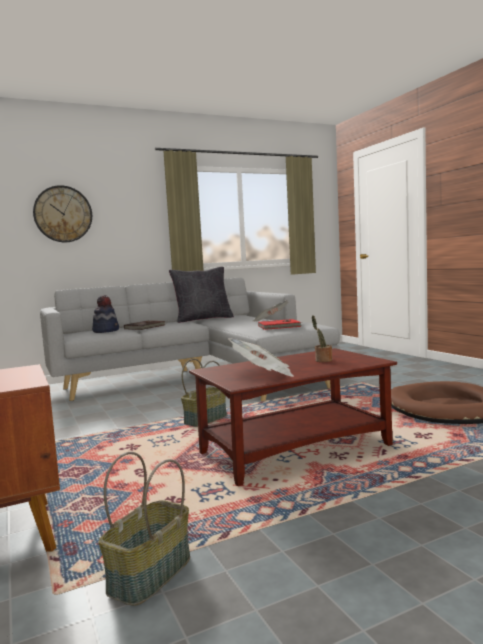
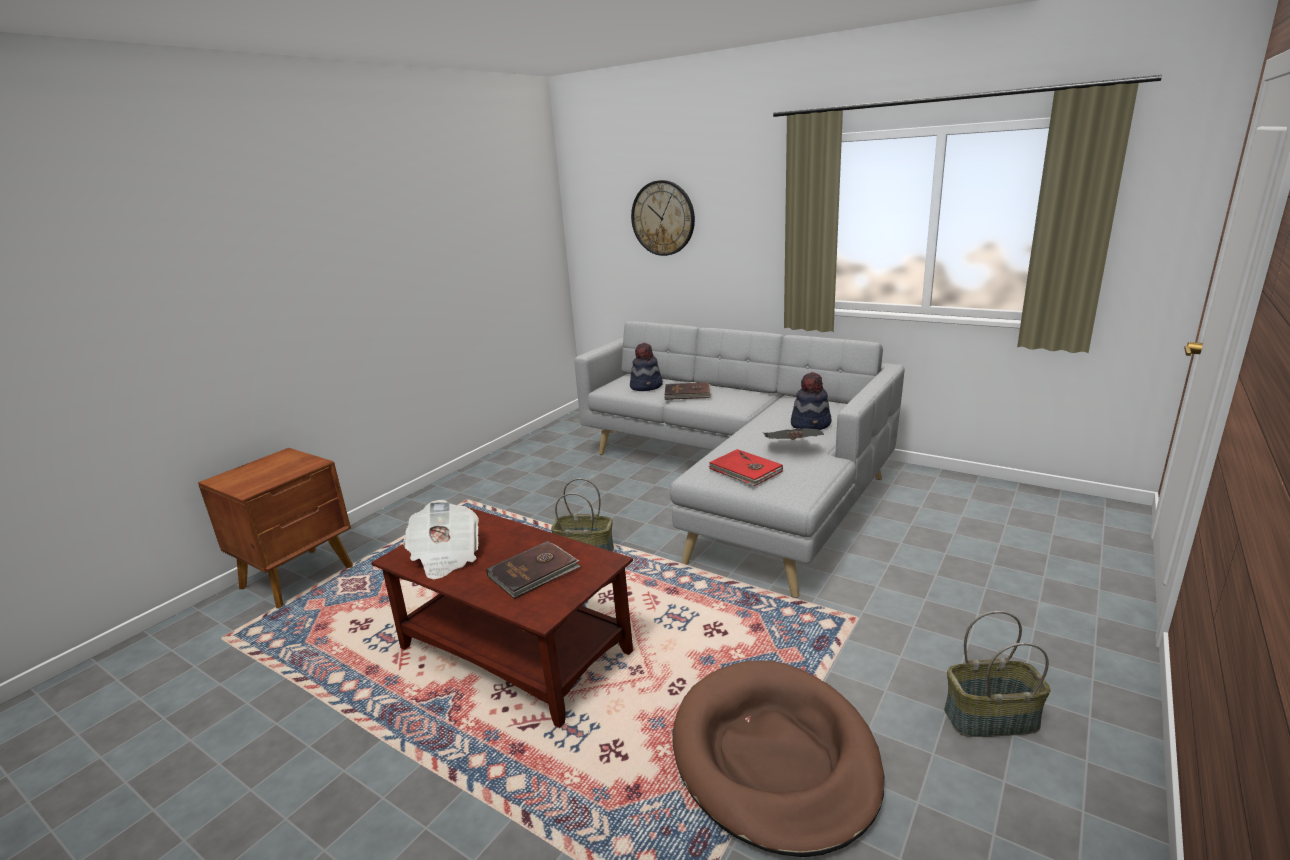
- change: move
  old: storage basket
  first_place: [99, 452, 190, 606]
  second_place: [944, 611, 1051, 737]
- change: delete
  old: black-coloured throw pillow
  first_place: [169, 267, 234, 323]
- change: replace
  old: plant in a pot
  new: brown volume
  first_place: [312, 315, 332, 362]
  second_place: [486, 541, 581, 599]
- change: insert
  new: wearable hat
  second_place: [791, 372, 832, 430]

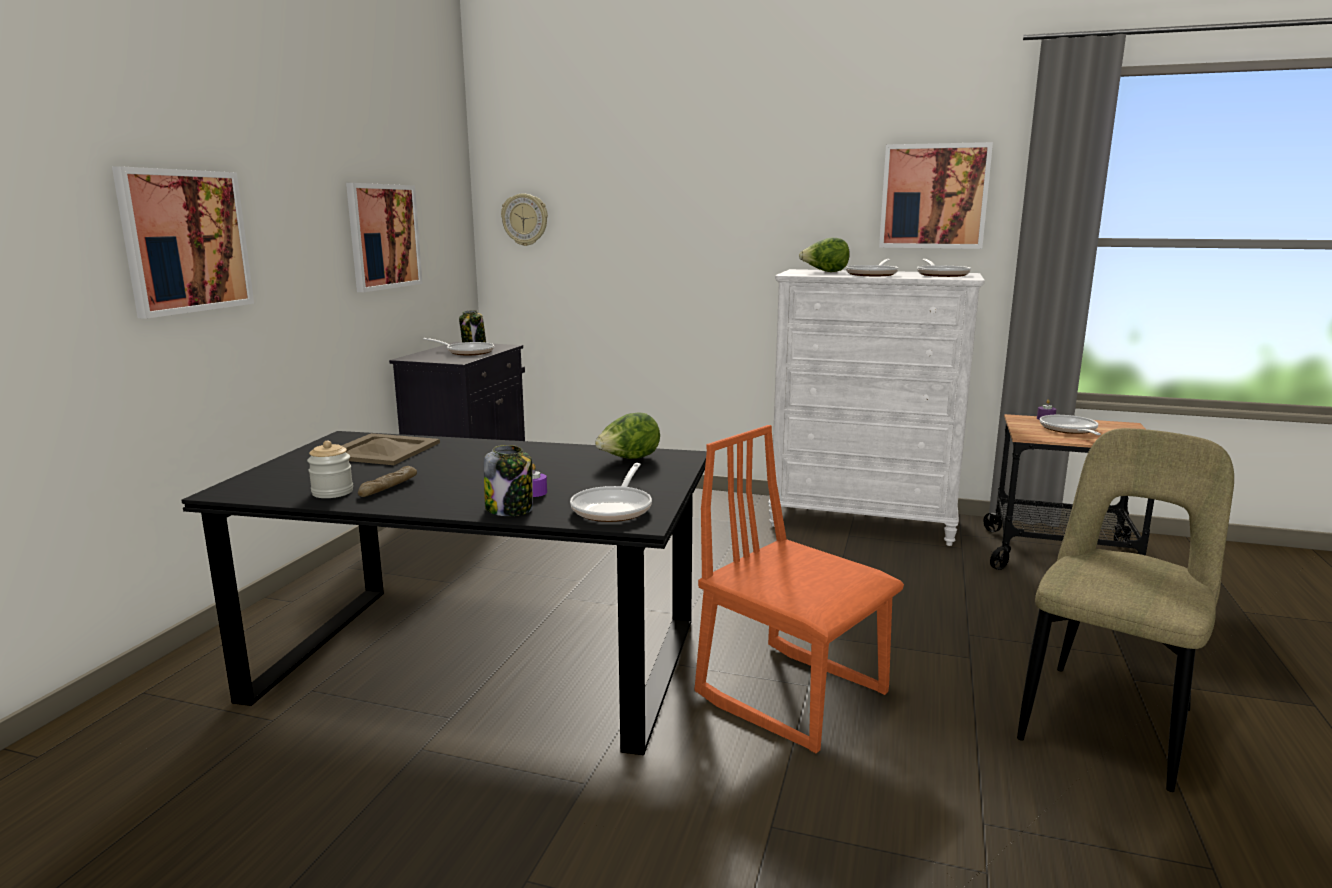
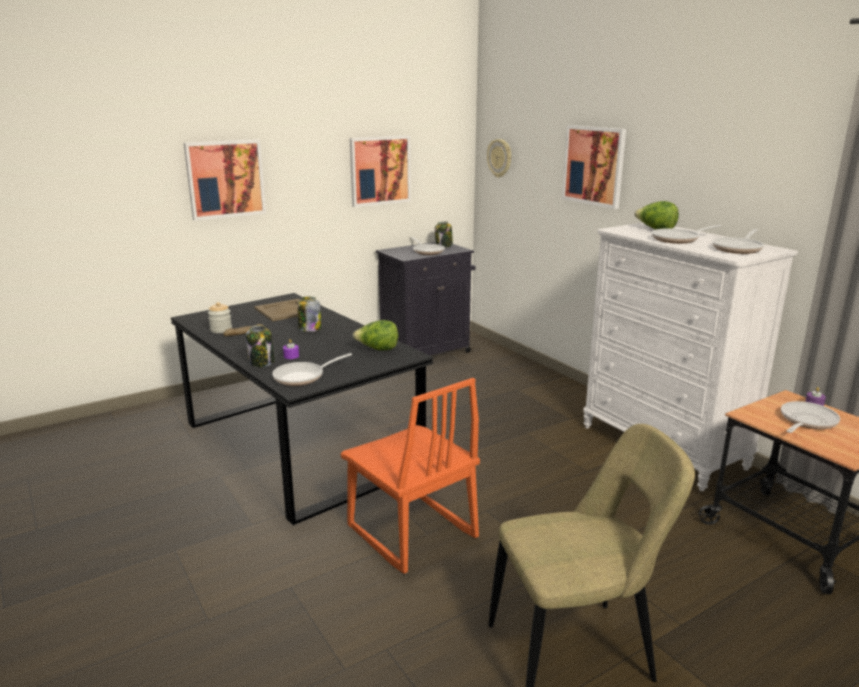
- change: rotate
  old: orange plain chair
  first_place: [695, 425, 904, 753]
  second_place: [341, 378, 480, 574]
  degrees: 150
- change: move
  old: wall art
  first_place: [879, 142, 993, 249]
  second_place: [562, 125, 626, 209]
- change: insert
  new: jar
  second_place: [298, 297, 321, 332]

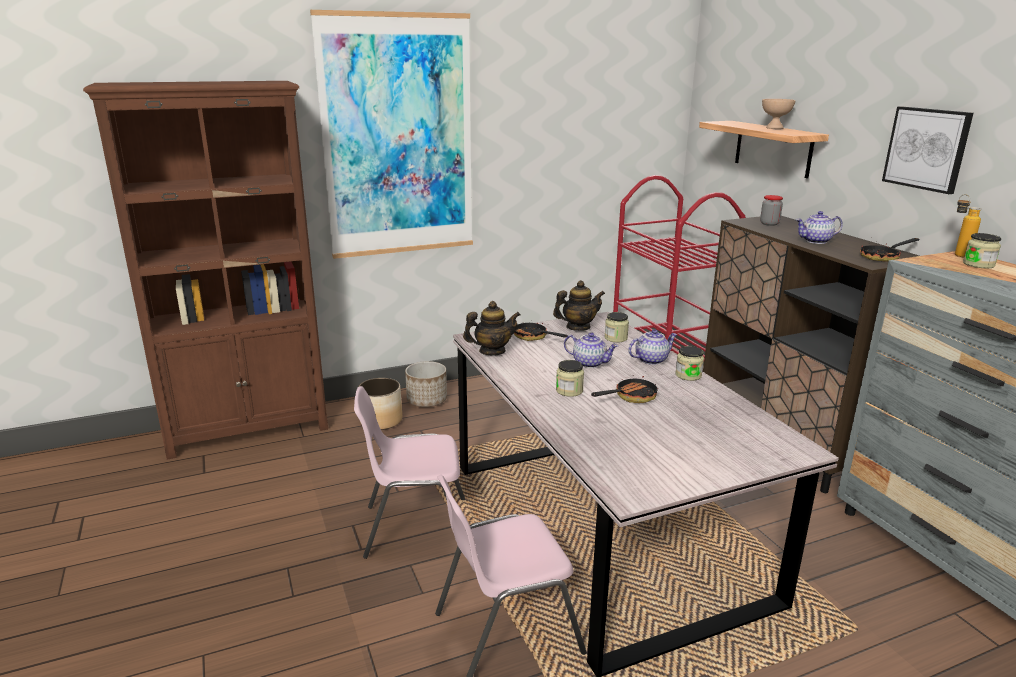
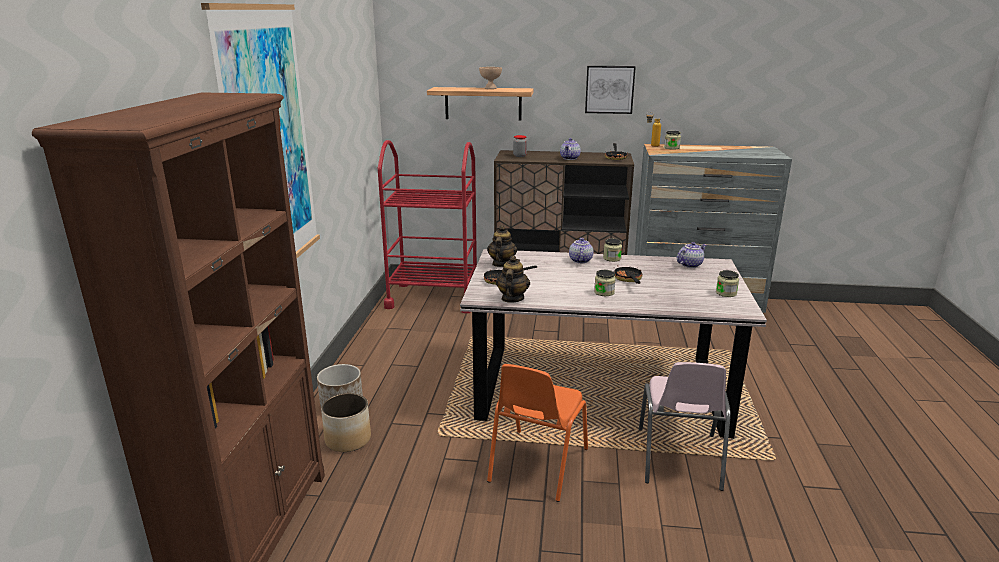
- change: recolor
  old: pinkish plain chair
  new: orange plain chair
  first_place: [354, 386, 465, 559]
  second_place: [487, 364, 588, 502]
- change: move
  old: pot for tea
  first_place: [564, 332, 618, 368]
  second_place: [677, 242, 706, 268]
- change: move
  old: jar
  first_place: [605, 312, 629, 342]
  second_place: [716, 270, 739, 297]

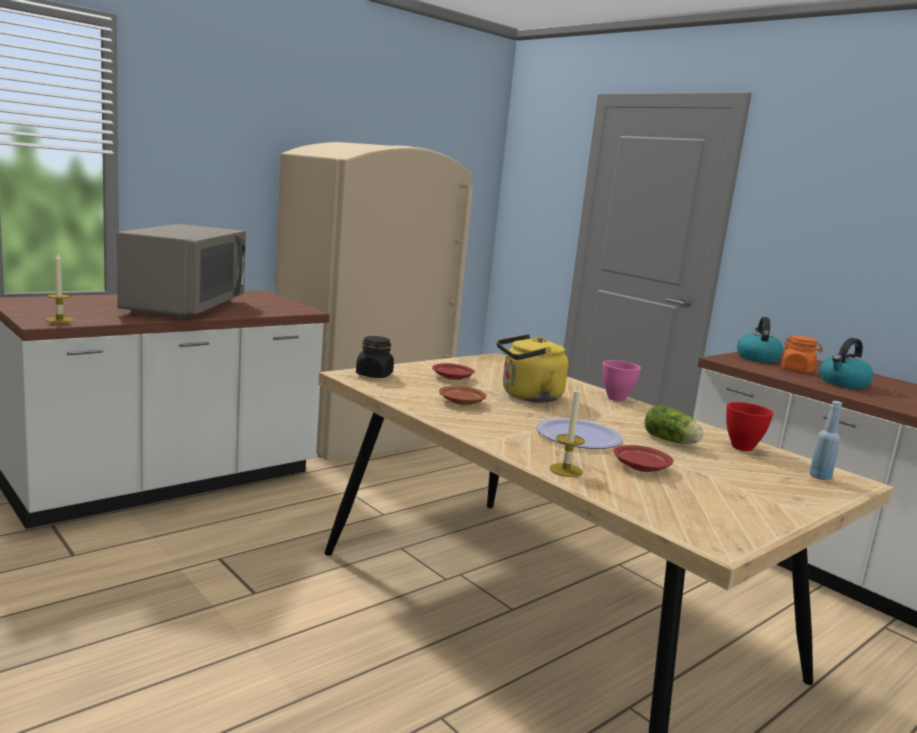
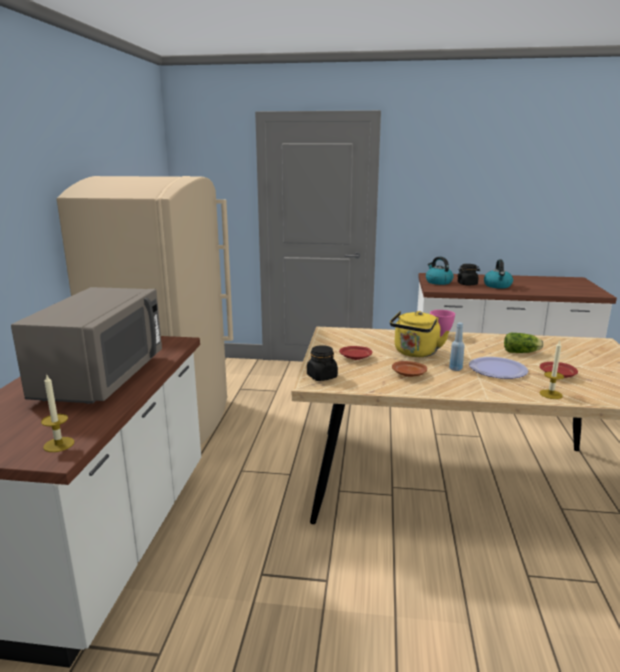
- change: rotate
  old: grey microwave oven
  first_place: [117, 224, 246, 319]
  second_place: [11, 287, 162, 404]
  degrees: 45
- change: delete
  old: red deep dish
  first_place: [726, 402, 773, 451]
- change: recolor
  old: orange jar
  new: black-coloured jar
  first_place: [781, 336, 823, 373]
  second_place: [457, 264, 480, 286]
- change: move
  old: blue-coloured bottle
  first_place: [809, 401, 842, 480]
  second_place: [449, 323, 465, 371]

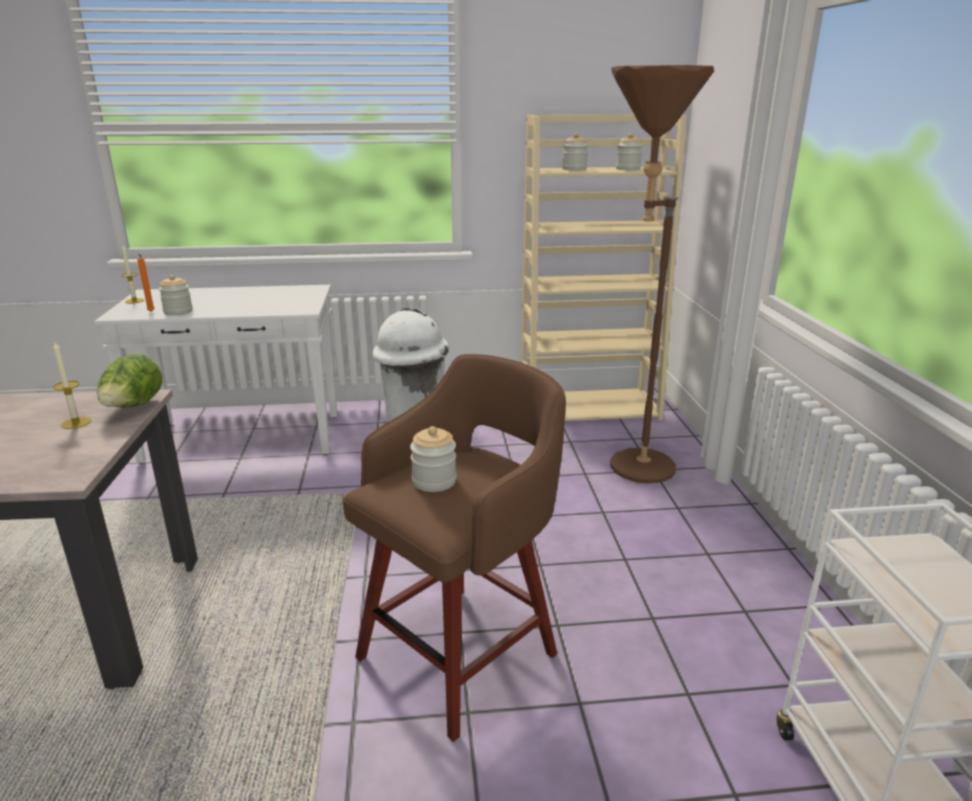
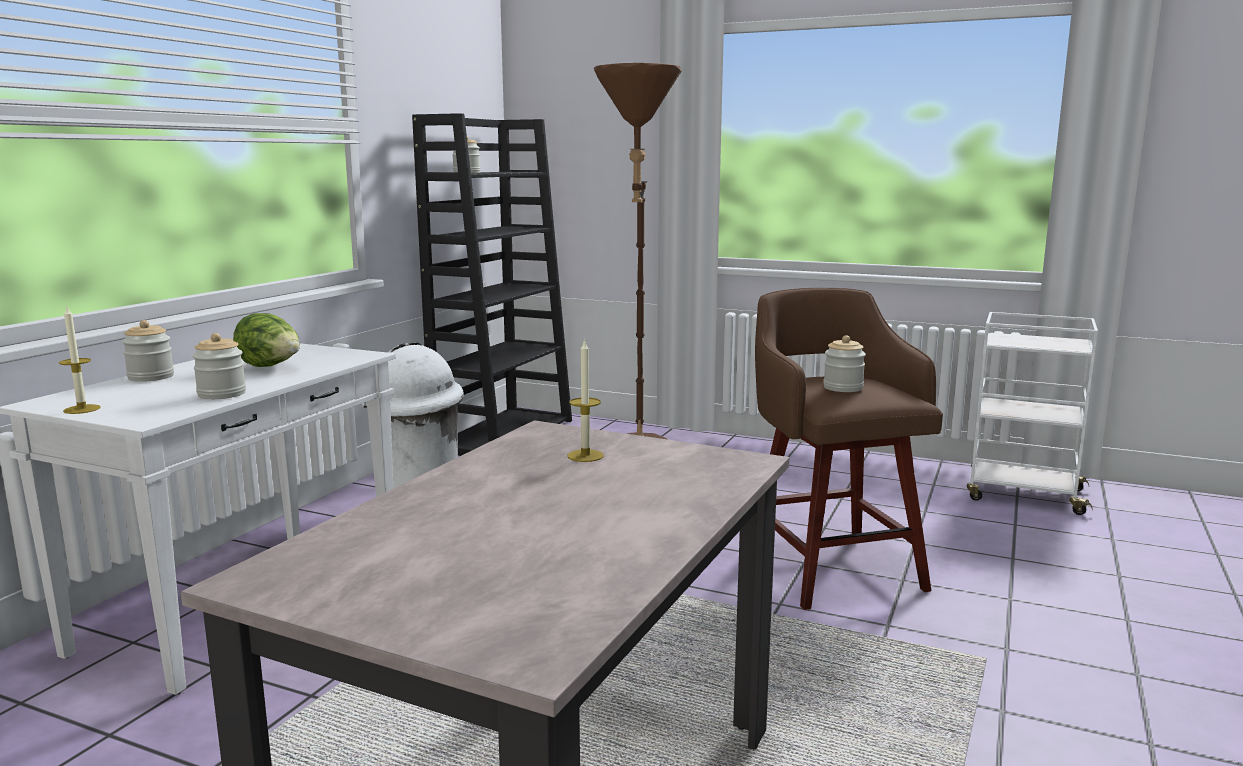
- change: move
  old: lettuce head
  first_place: [97, 354, 162, 408]
  second_place: [233, 313, 300, 367]
- change: delete
  old: orange candle
  first_place: [137, 254, 155, 312]
- change: recolor
  old: beige-coloured bookcase
  new: black-coloured bookcase
  first_place: [521, 115, 687, 421]
  second_place: [412, 113, 572, 456]
- change: move
  old: jar
  first_place: [616, 133, 643, 170]
  second_place: [122, 320, 174, 382]

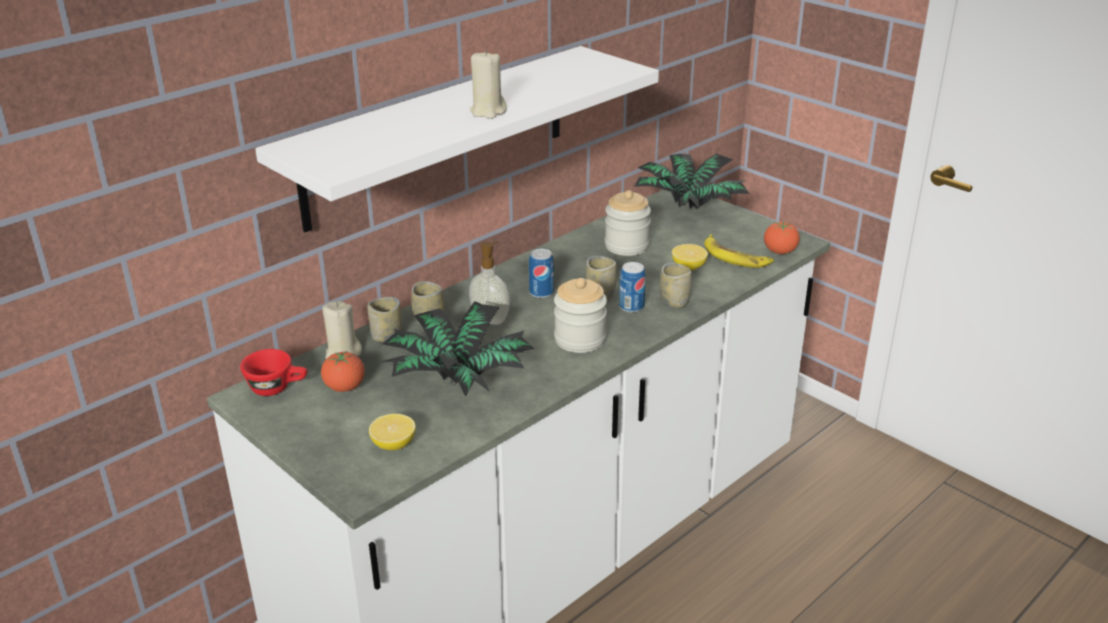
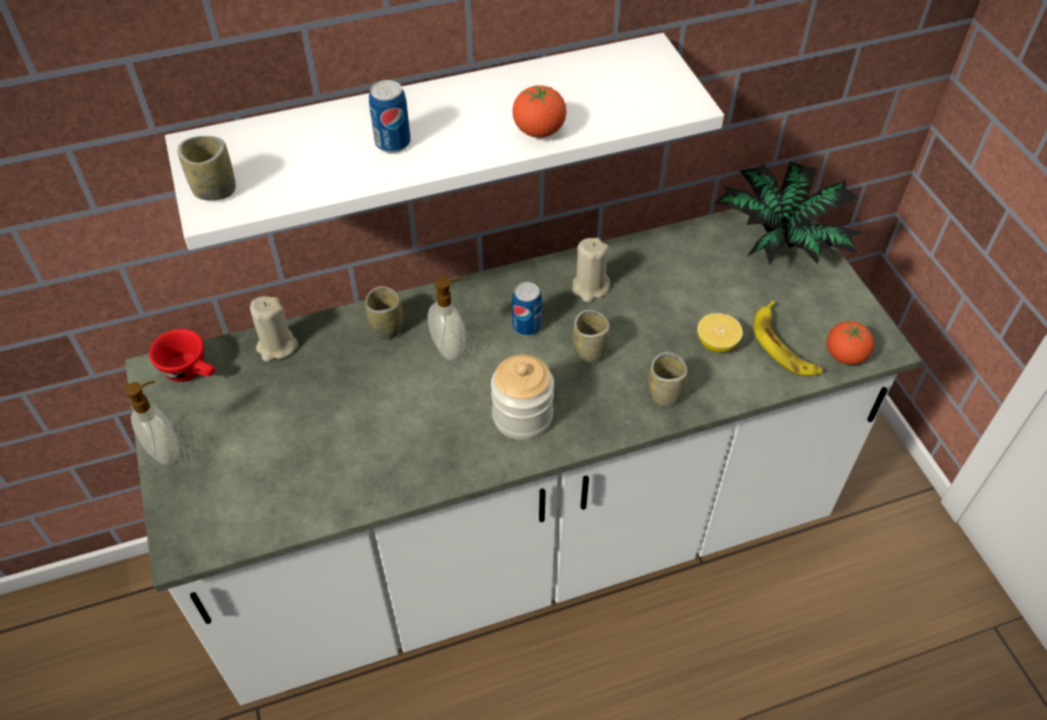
- change: move
  old: fresh tomato
  first_place: [321, 351, 365, 392]
  second_place: [512, 85, 567, 138]
- change: move
  old: cup
  first_place: [367, 297, 402, 342]
  second_place: [178, 136, 236, 200]
- change: delete
  old: citrus fruit
  first_place: [369, 414, 416, 450]
- change: delete
  old: plant in a pot
  first_place: [381, 301, 534, 397]
- change: move
  old: beige-coloured candle
  first_place: [470, 50, 507, 119]
  second_place: [572, 238, 610, 302]
- change: delete
  old: jar
  first_place: [605, 190, 651, 256]
- change: move
  old: sealed can
  first_place: [619, 262, 646, 313]
  second_place: [369, 80, 411, 153]
- change: insert
  new: soap bottle
  second_place: [124, 380, 179, 465]

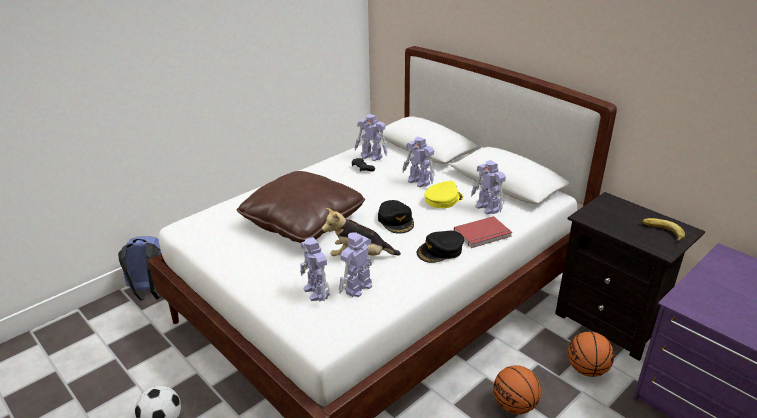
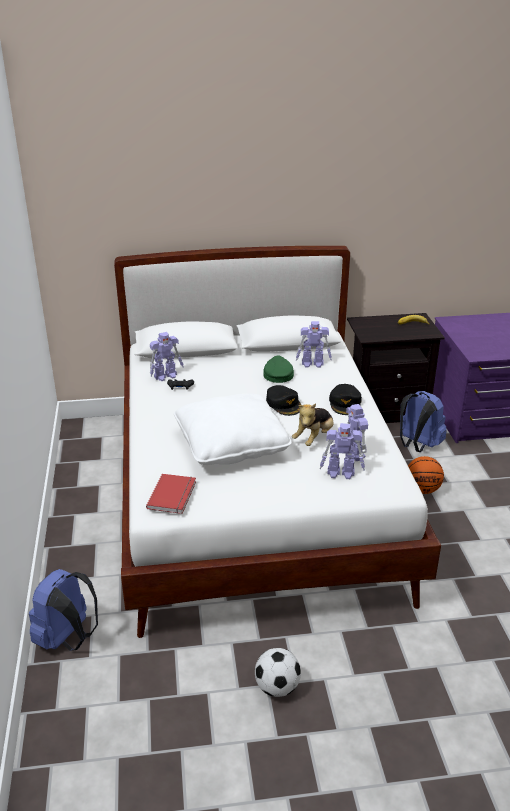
- change: recolor
  old: brown throw pillow
  new: white-coloured throw pillow
  first_place: [237, 171, 365, 243]
  second_place: [174, 394, 292, 465]
- change: rotate
  old: black-coloured cap
  first_place: [378, 200, 414, 234]
  second_place: [266, 385, 301, 416]
  degrees: 45
- change: delete
  old: model robot
  first_place: [402, 136, 435, 187]
- change: recolor
  old: yellow cap
  new: greenish cap
  first_place: [424, 181, 464, 208]
  second_place: [263, 356, 294, 383]
- change: move
  old: red volume
  first_place: [454, 216, 512, 248]
  second_place: [146, 474, 196, 514]
- change: replace
  old: basketball
  new: blue-coloured knapsack
  first_place: [568, 332, 614, 377]
  second_place: [400, 391, 447, 452]

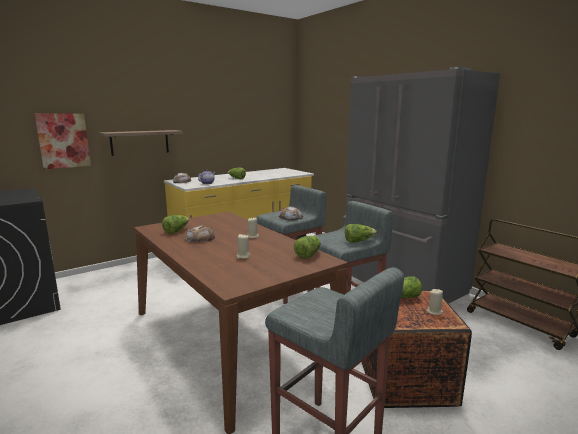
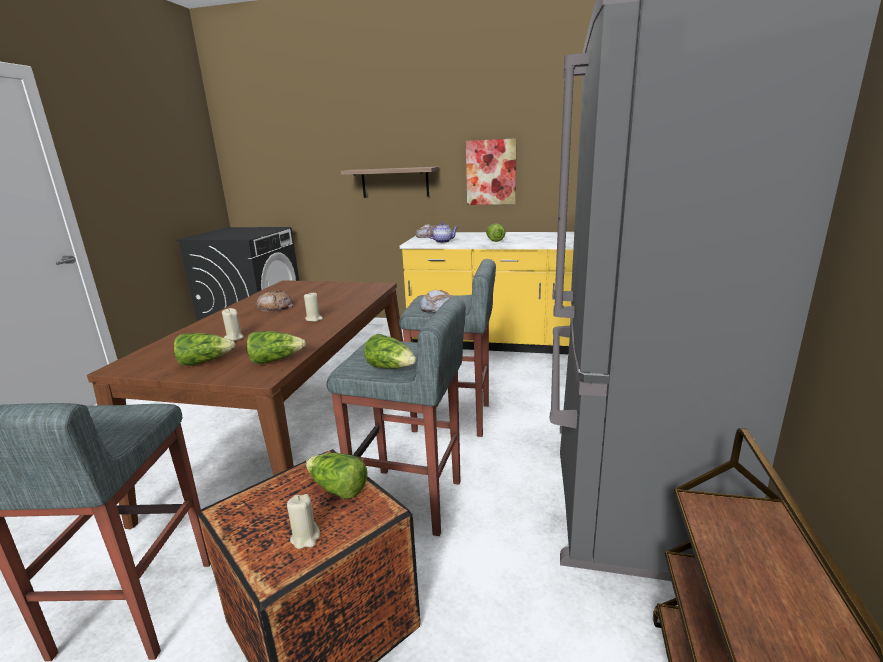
- change: move
  old: wall art
  first_place: [35, 113, 91, 169]
  second_place: [466, 138, 517, 205]
- change: move
  old: lettuce head
  first_place: [162, 215, 189, 234]
  second_place: [174, 333, 236, 366]

